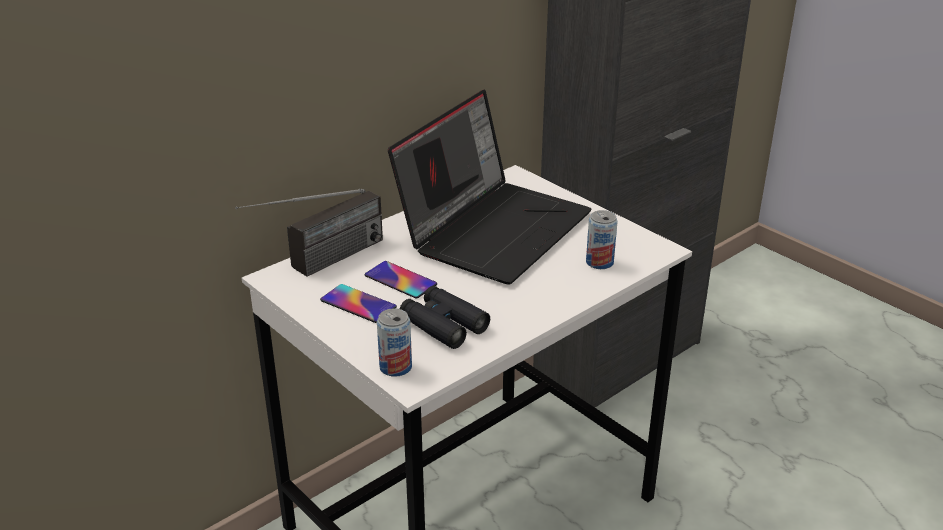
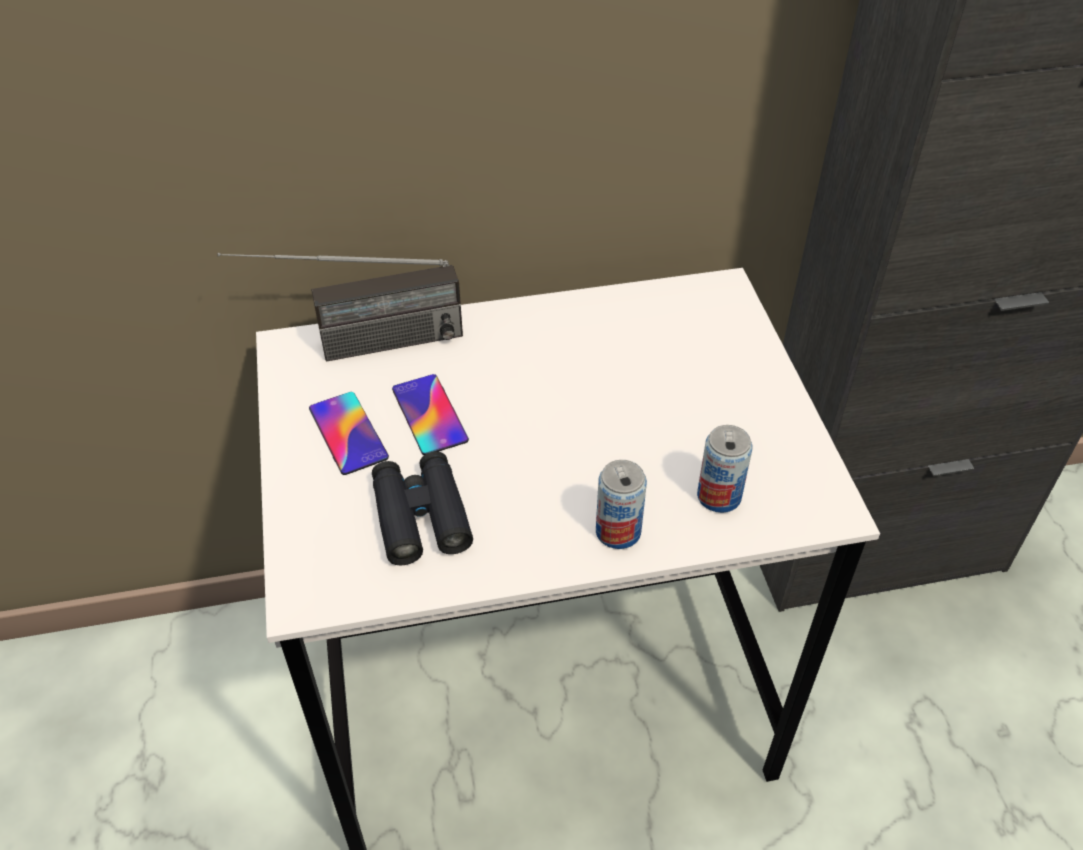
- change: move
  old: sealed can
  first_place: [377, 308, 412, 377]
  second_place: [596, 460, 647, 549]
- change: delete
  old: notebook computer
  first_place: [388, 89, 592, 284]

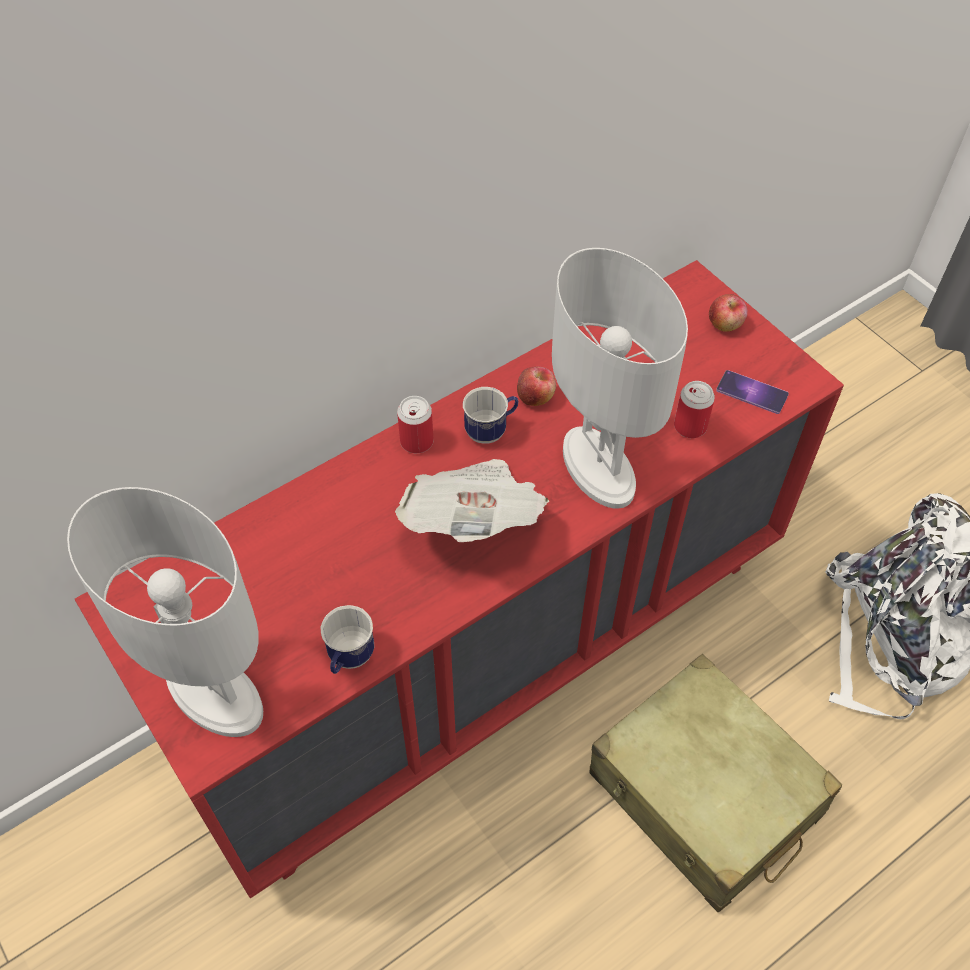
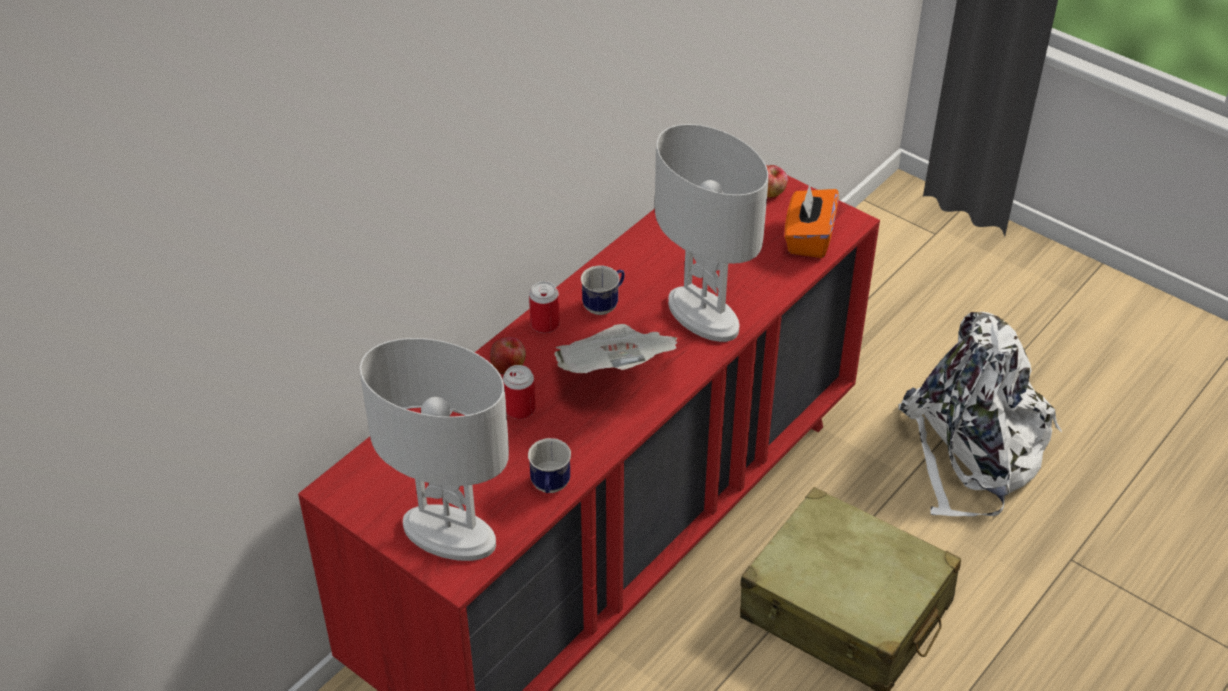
- change: move
  old: whole apple
  first_place: [517, 366, 556, 406]
  second_place: [490, 337, 526, 374]
- change: move
  old: sealed can
  first_place: [674, 381, 715, 438]
  second_place: [503, 365, 536, 419]
- change: replace
  old: phone
  new: orange tissue box
  first_place: [716, 370, 789, 414]
  second_place: [785, 184, 839, 258]

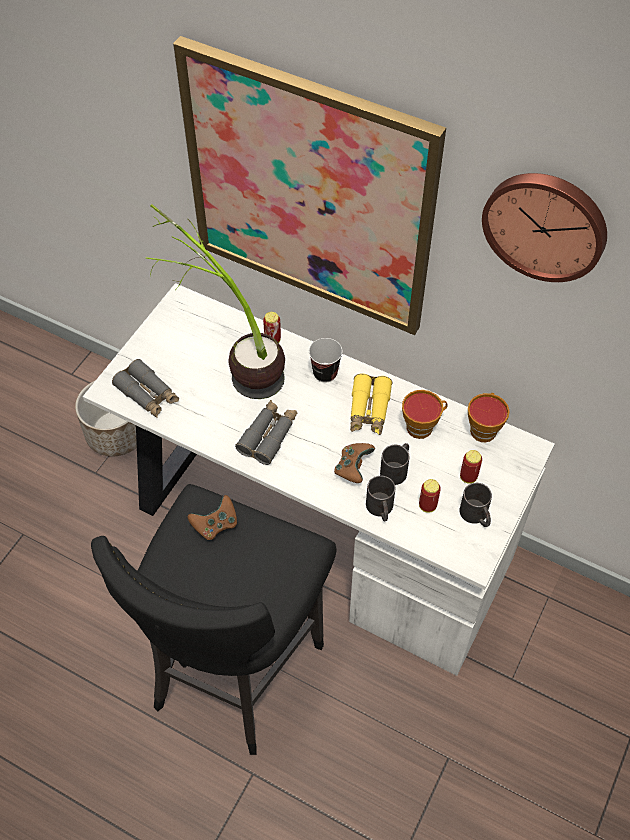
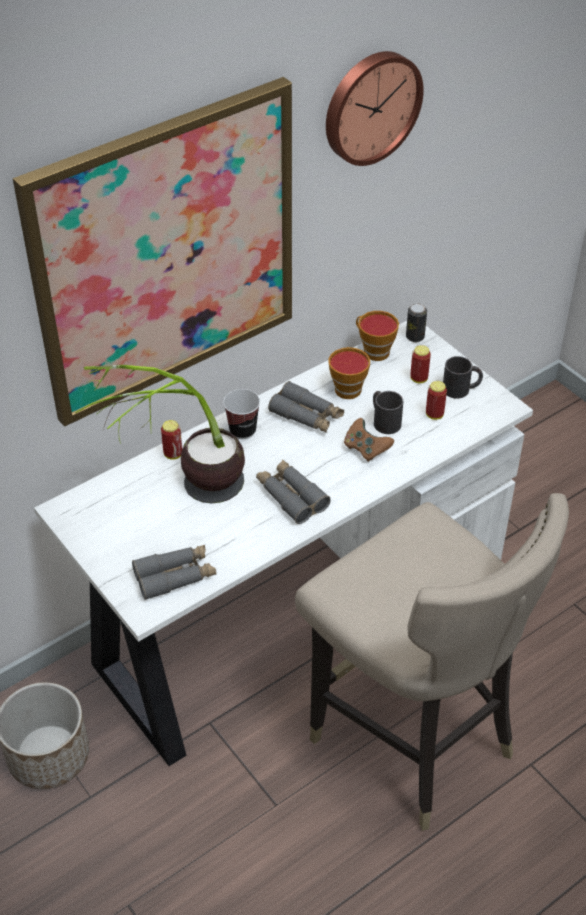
- change: recolor
  old: black-coloured stool
  new: beige-coloured stool
  first_place: [91, 484, 336, 755]
  second_place: [295, 493, 569, 831]
- change: delete
  old: brown joypad
  first_place: [188, 495, 237, 540]
- change: recolor
  old: yellow field glasses
  new: grey field glasses
  first_place: [350, 373, 393, 435]
  second_place: [268, 381, 344, 433]
- change: delete
  old: black-coloured mug
  first_place: [366, 476, 395, 521]
- change: insert
  new: sealed can
  second_place: [406, 303, 427, 342]

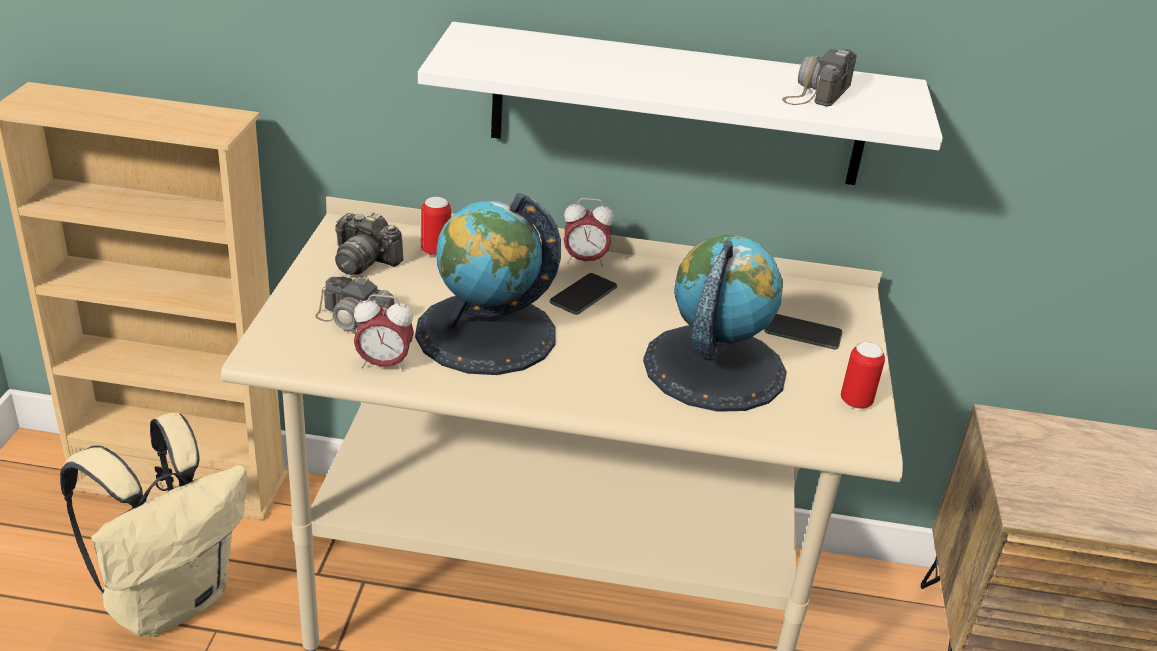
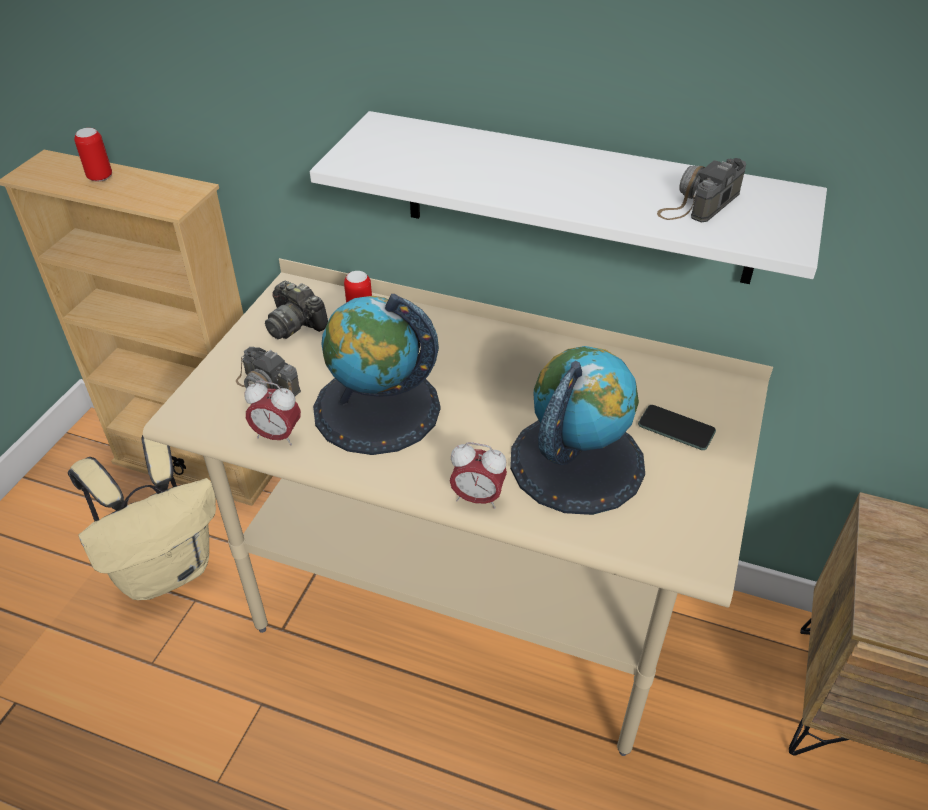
- change: delete
  old: phone
  first_place: [549, 273, 617, 315]
- change: move
  old: table clock
  first_place: [564, 198, 614, 266]
  second_place: [450, 442, 507, 509]
- change: move
  old: sealed can
  first_place: [841, 342, 885, 409]
  second_place: [74, 128, 112, 182]

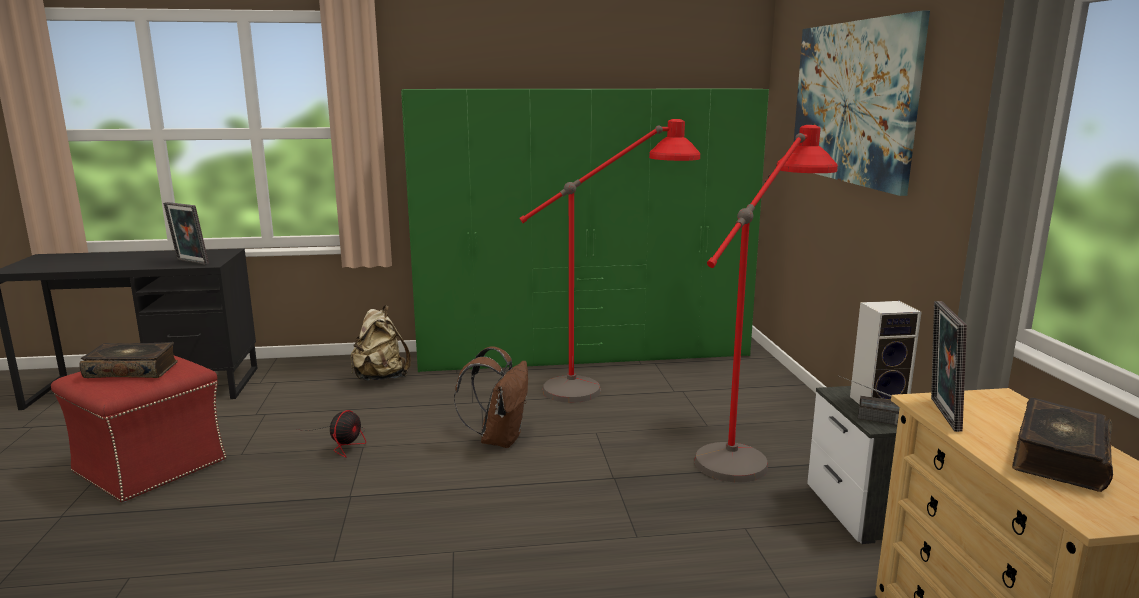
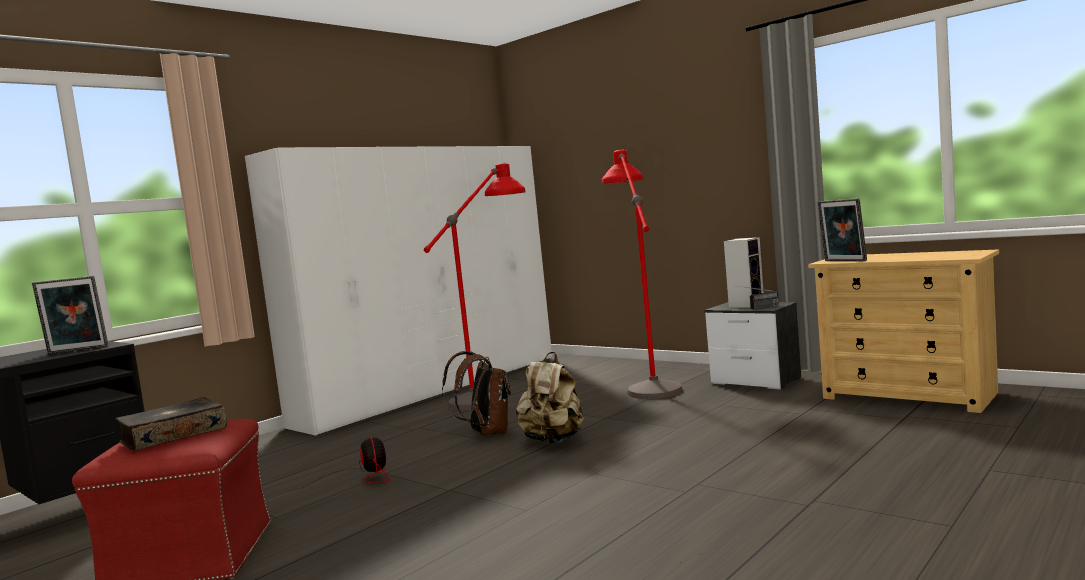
- change: move
  old: beige-coloured knapsack
  first_place: [351, 305, 411, 381]
  second_place: [516, 352, 584, 444]
- change: recolor
  old: greenish clothes cupboard
  new: white-coloured clothes cupboard
  first_place: [401, 89, 769, 372]
  second_place: [245, 146, 552, 436]
- change: delete
  old: wall art
  first_place: [794, 10, 930, 196]
- change: delete
  old: volume
  first_place: [1012, 398, 1113, 492]

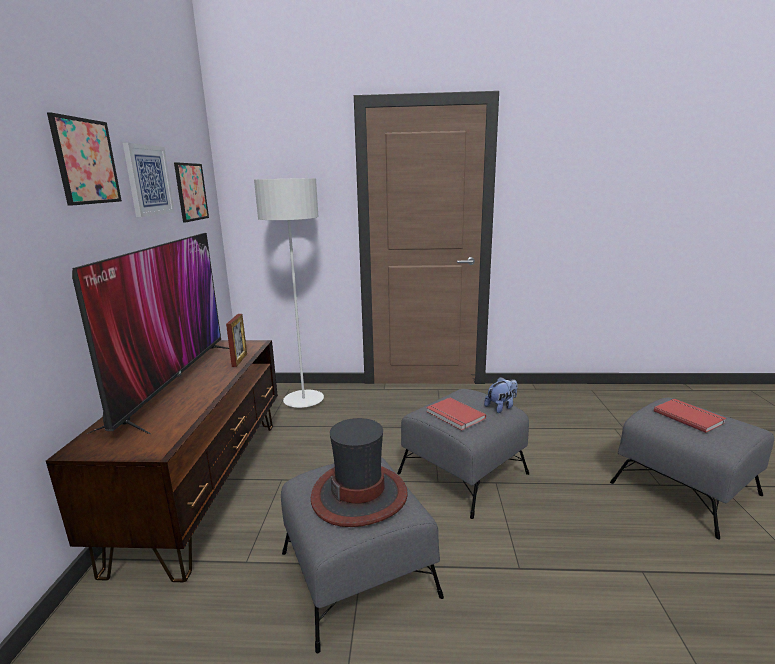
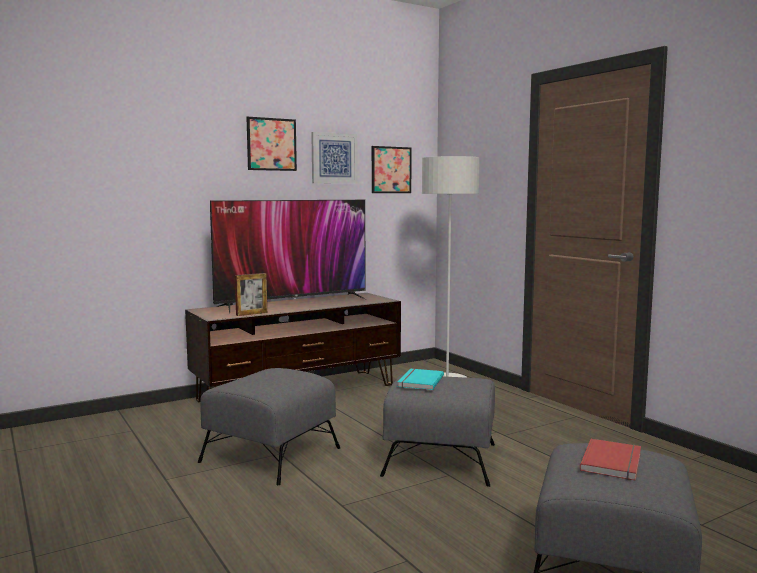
- change: move
  old: photo frame
  first_place: [226, 314, 247, 367]
  second_place: [235, 273, 267, 316]
- change: delete
  old: wearable hat
  first_place: [311, 418, 408, 527]
- change: recolor
  old: red volume
  new: turquoise volume
  first_place: [426, 398, 486, 431]
  second_place: [397, 369, 444, 390]
- change: delete
  old: plush toy
  first_place: [484, 377, 518, 413]

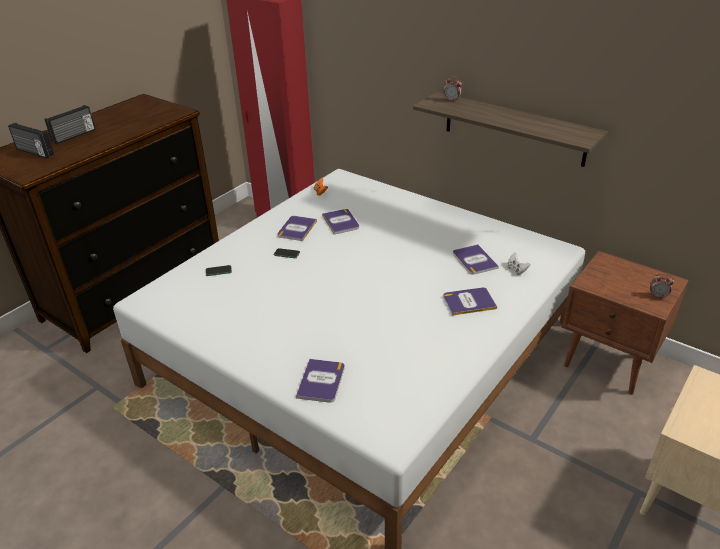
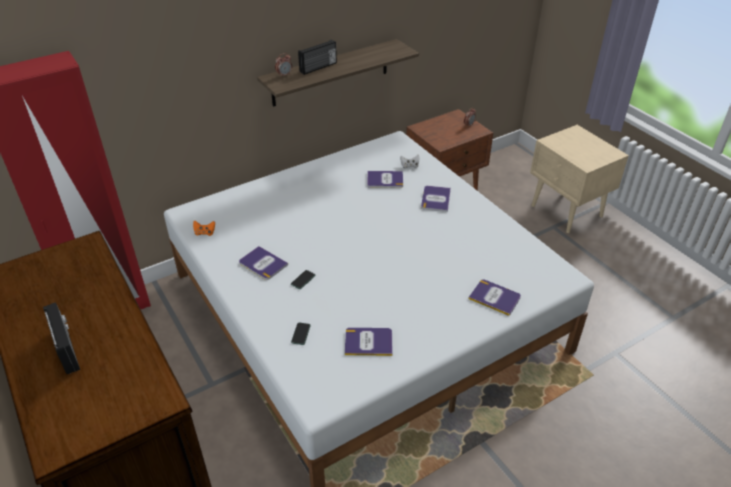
- change: move
  old: radio set
  first_place: [8, 123, 54, 158]
  second_place: [298, 40, 337, 75]
- change: move
  old: volume
  first_place: [322, 209, 359, 234]
  second_place: [345, 328, 393, 356]

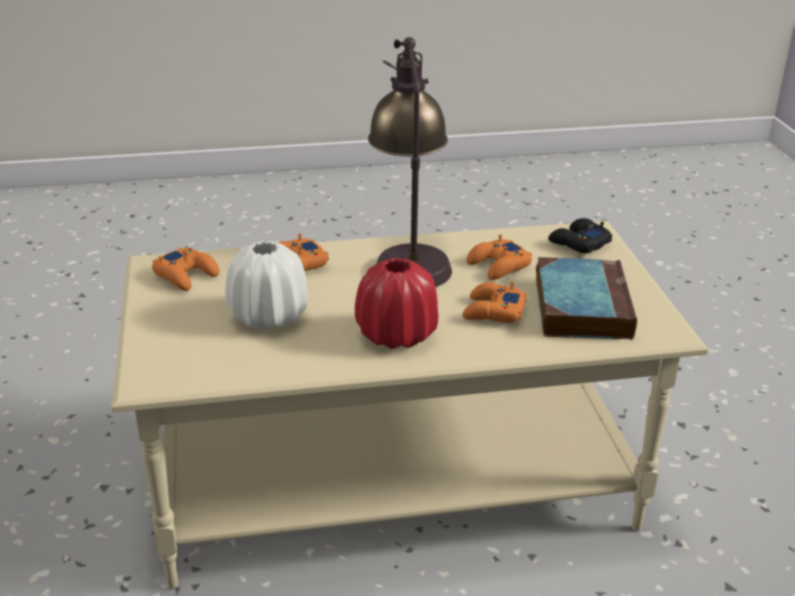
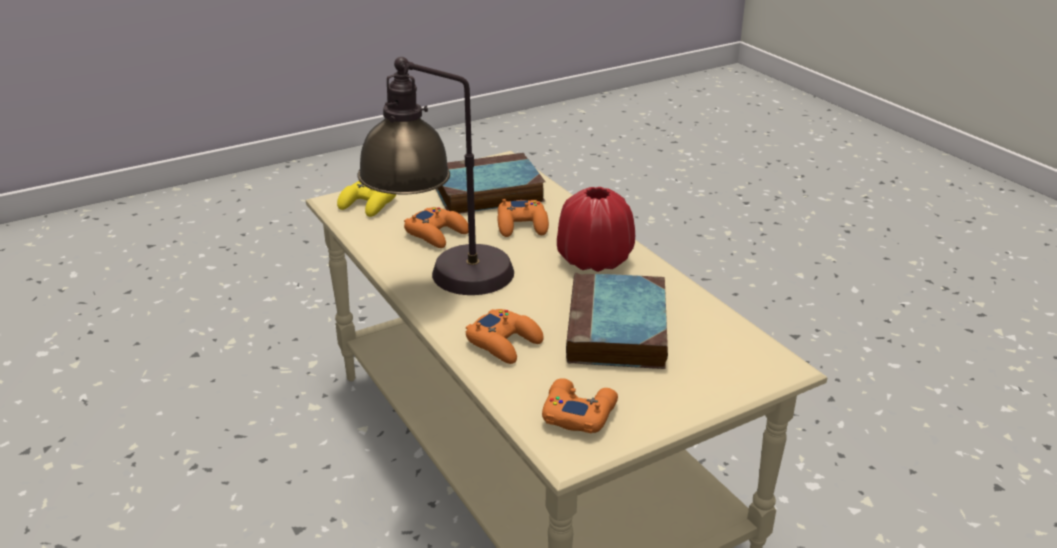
- change: replace
  old: white-coloured flower vase
  new: volume
  first_place: [225, 241, 308, 330]
  second_place: [566, 273, 668, 369]
- change: recolor
  old: black-coloured joypad
  new: yellow joypad
  first_place: [548, 218, 612, 253]
  second_place: [337, 181, 397, 217]

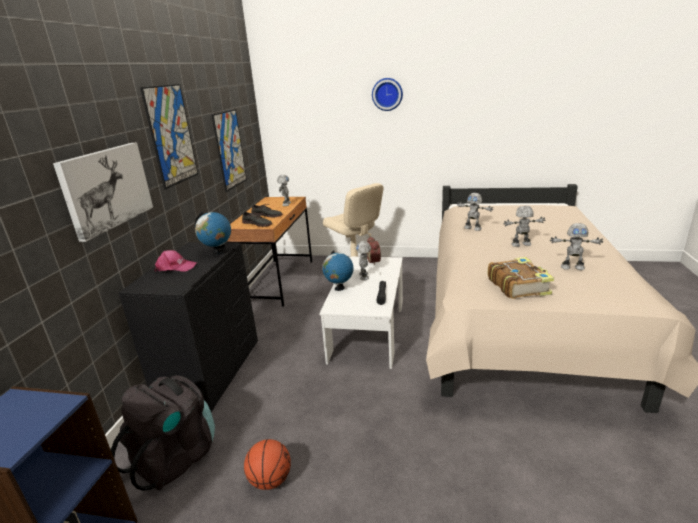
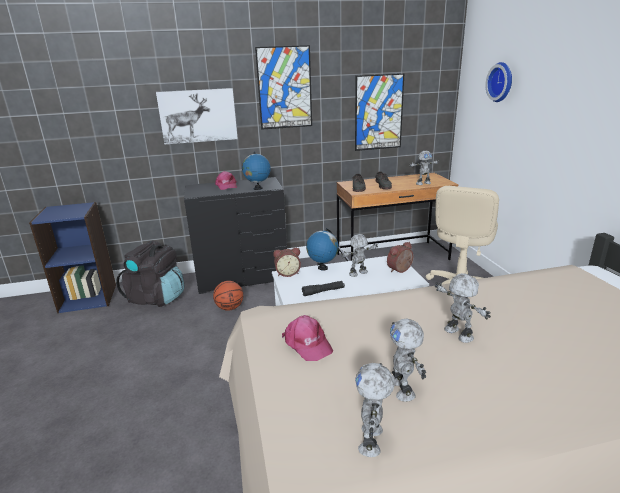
- change: move
  old: basketball
  first_place: [244, 439, 291, 490]
  second_place: [213, 281, 243, 311]
- change: move
  old: hanging clock
  first_place: [372, 78, 403, 111]
  second_place: [485, 62, 512, 102]
- change: move
  old: model robot
  first_place: [457, 193, 493, 231]
  second_place: [355, 363, 395, 457]
- change: replace
  old: volume
  new: pinkish cap
  first_place: [488, 257, 554, 299]
  second_place: [282, 315, 333, 361]
- change: insert
  new: table clock
  second_place: [273, 248, 301, 277]

